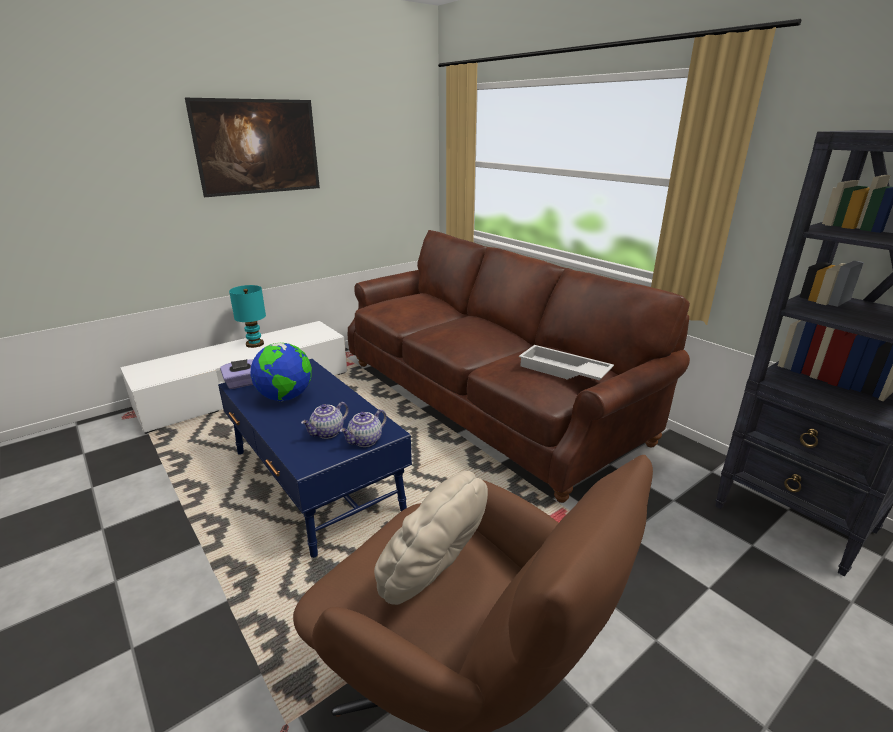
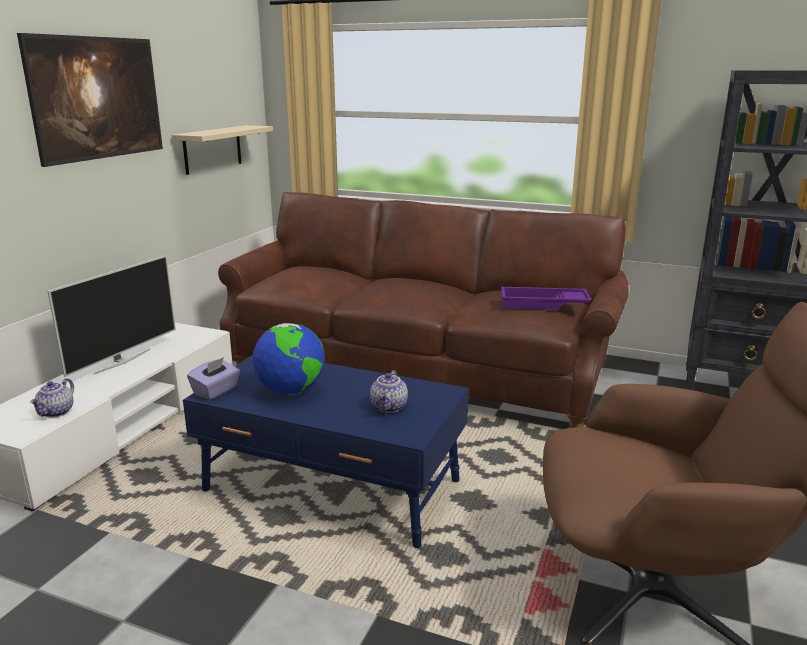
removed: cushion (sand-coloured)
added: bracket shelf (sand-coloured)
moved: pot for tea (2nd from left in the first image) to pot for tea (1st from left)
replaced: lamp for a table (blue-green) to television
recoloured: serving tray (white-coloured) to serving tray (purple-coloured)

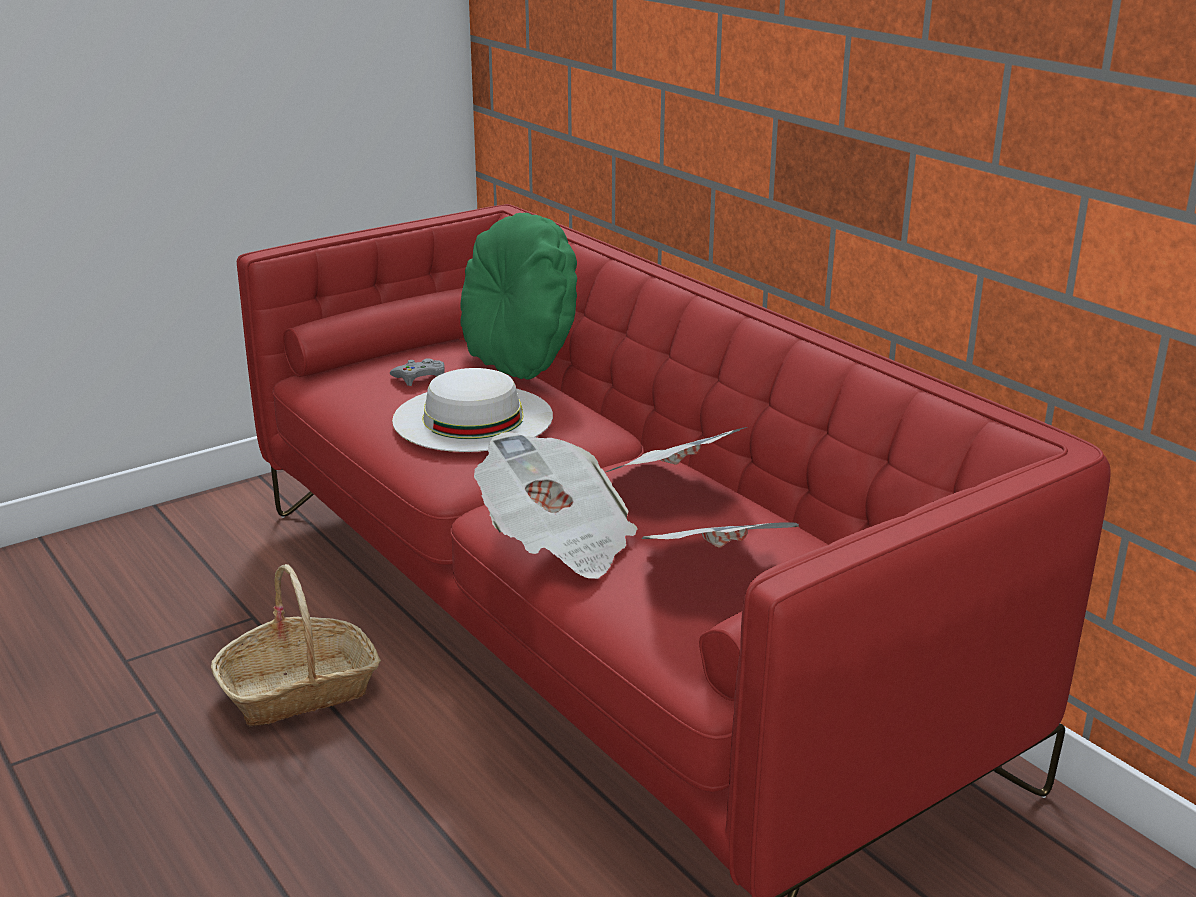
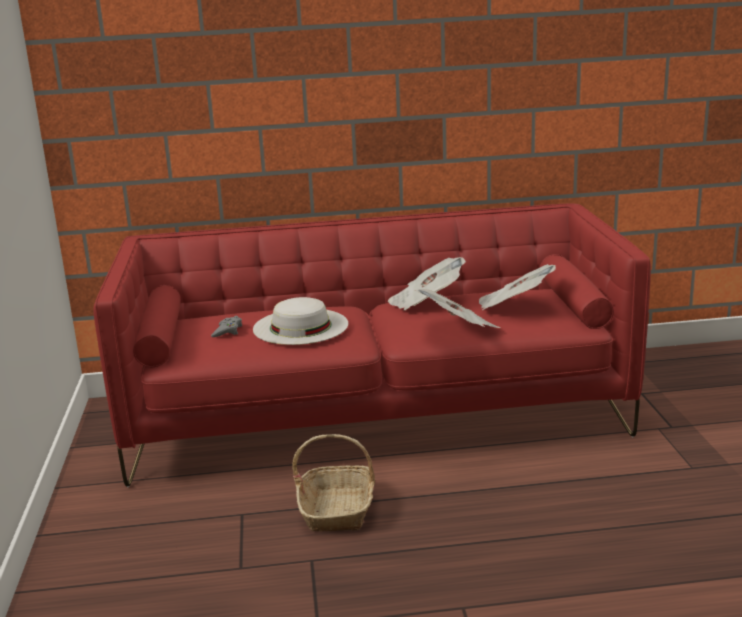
removed: cushion (green-coloured)

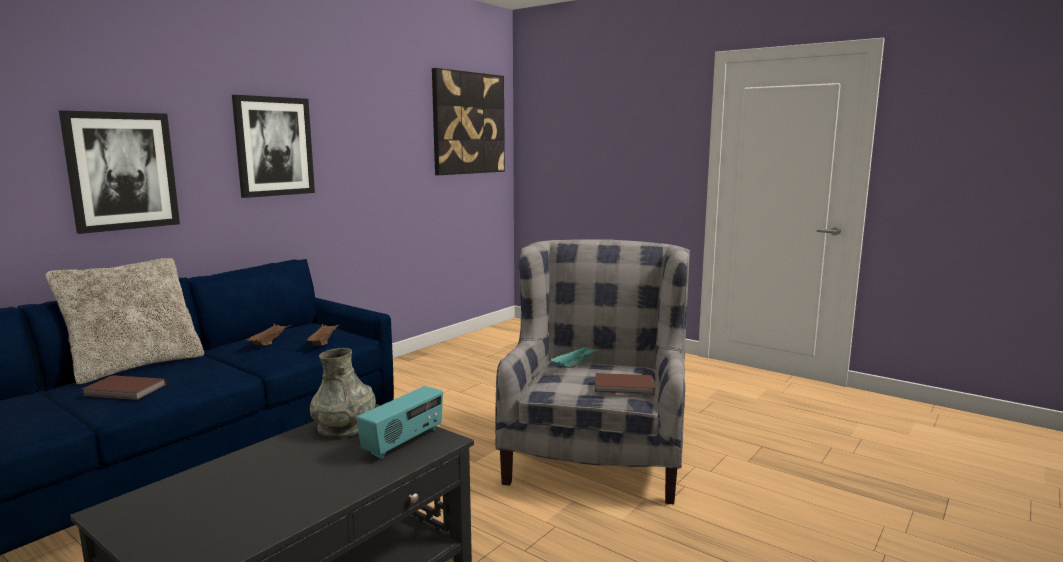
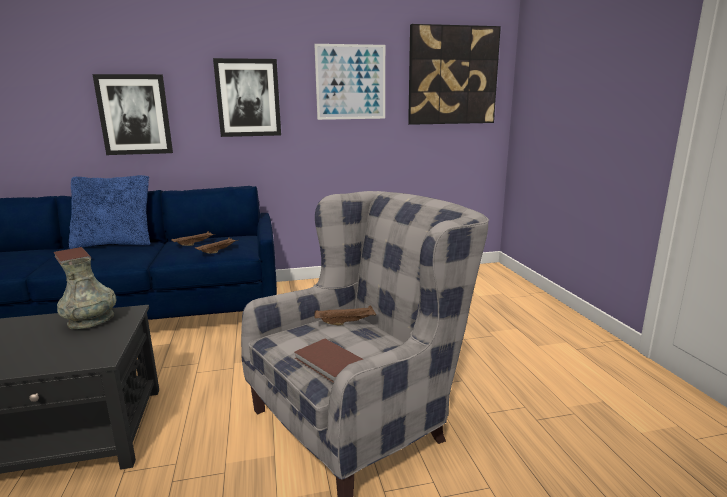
removed: radio set
added: wall picture (3rd from left)
recoloured: cushion (sand-coloured) to cushion (blue); serving tray (blue-green) to serving tray (brown-coloured) (3rd from left)

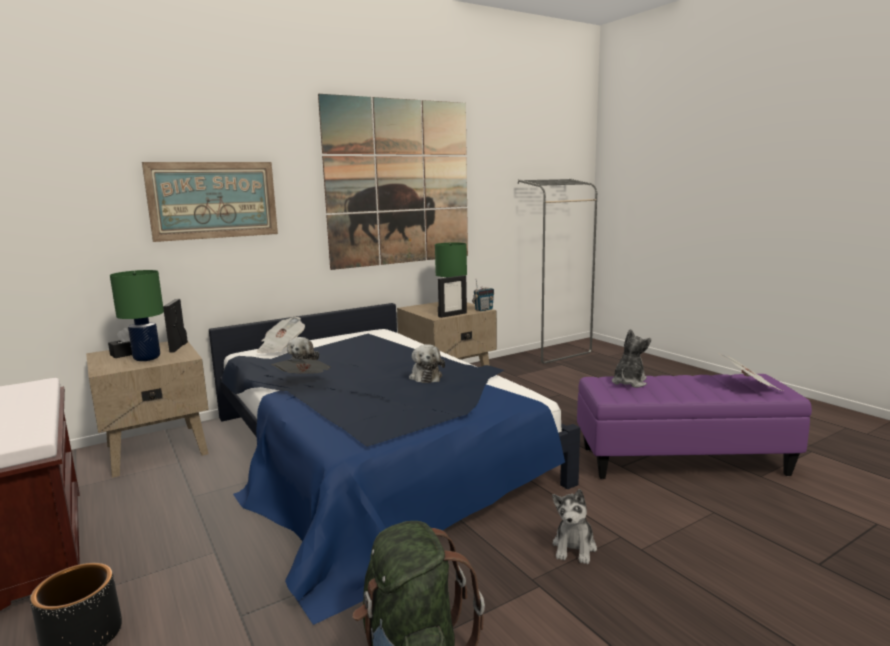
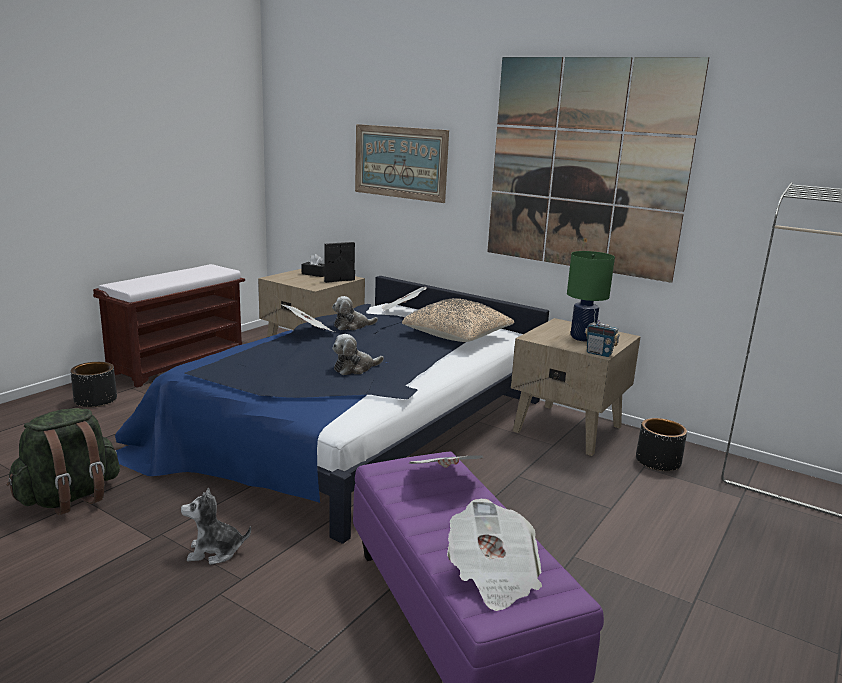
removed: lamp for a table (green-coloured) (1st from left); picture frame (2nd from left)
added: cushion (sand-coloured); plant pot (black) (2nd from left)
replaced: plush toy (4th from left) to printed paper (3rd from left)

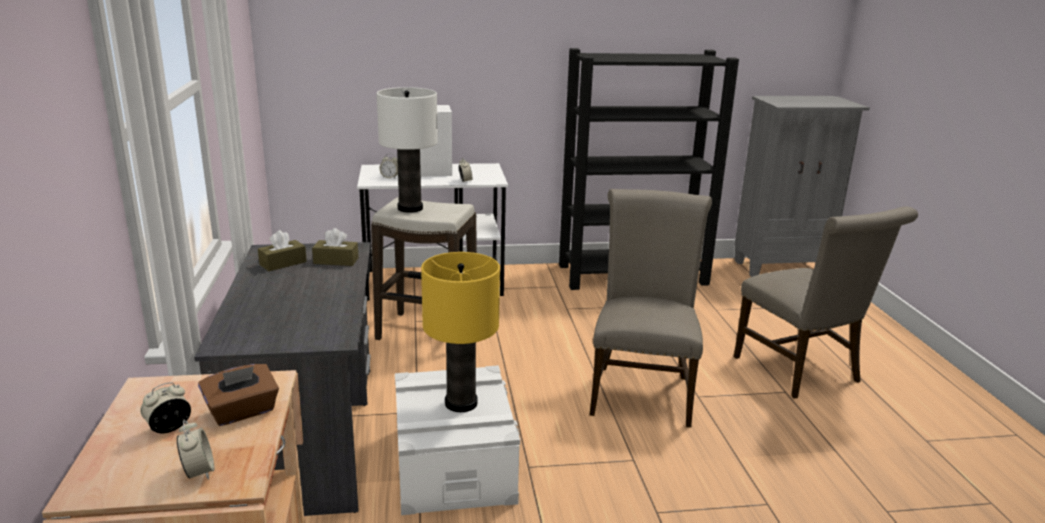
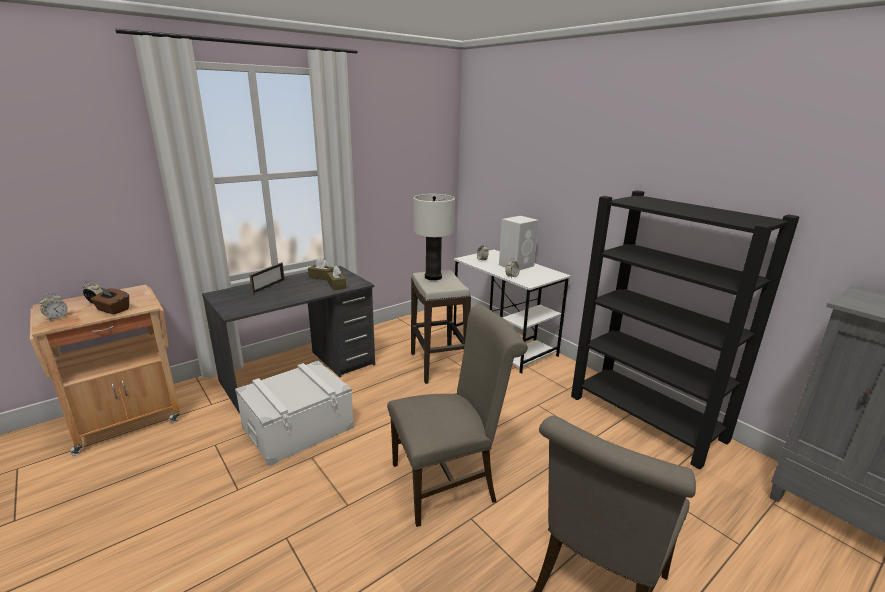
removed: lamp for a table (yellow)
added: picture frame

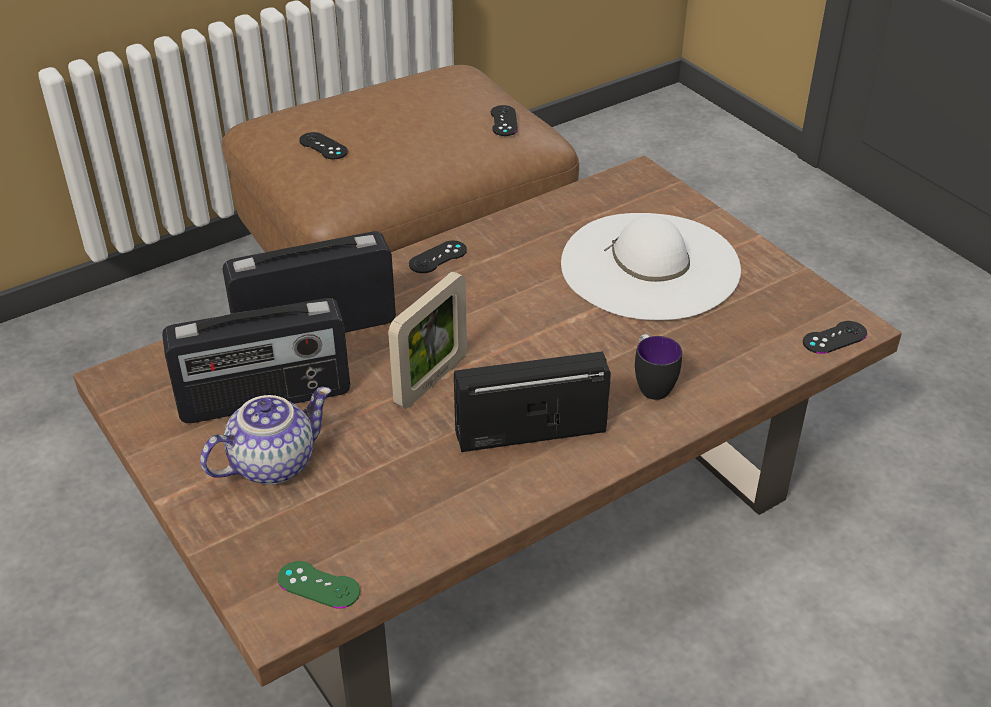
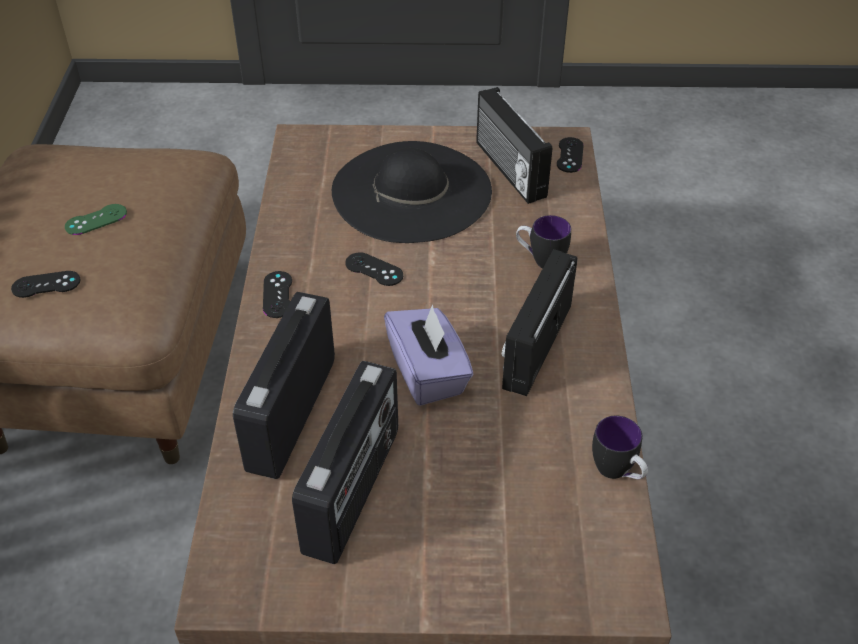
removed: pot for tea
added: radio set (3rd from left); mug (2nd from left)
moved: joypad (green-coloured); joypad (black) (3rd from left)
replaced: picture frame to tissue box (purple-coloured)
recoloured: wearable hat (white-coloured) to wearable hat (black)

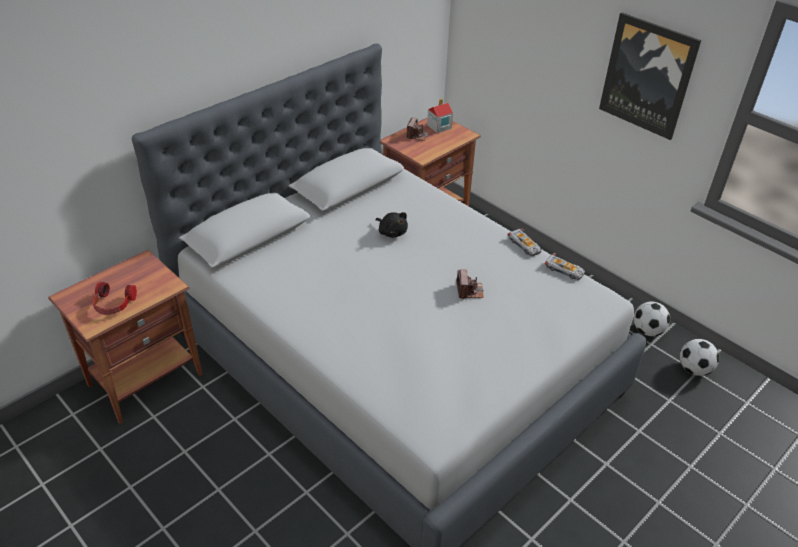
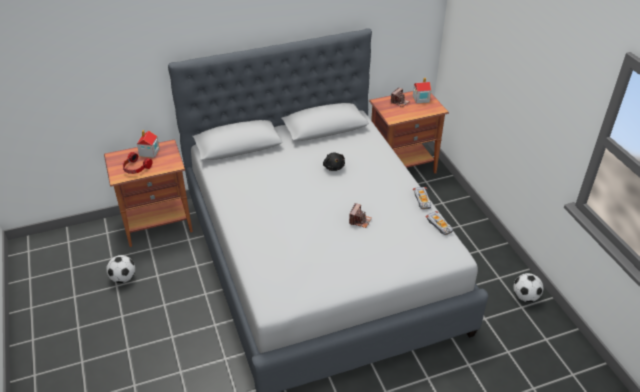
removed: wall picture
added: model house (1st from left)
moved: ball for football (2nd from left in the first image) to ball for football (1st from left)

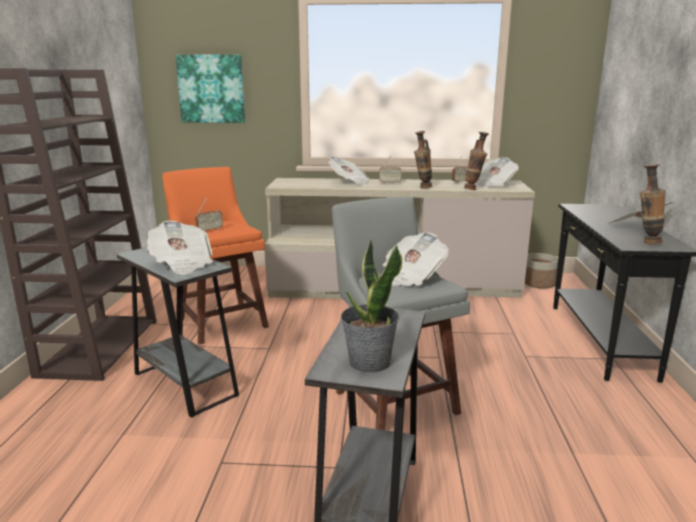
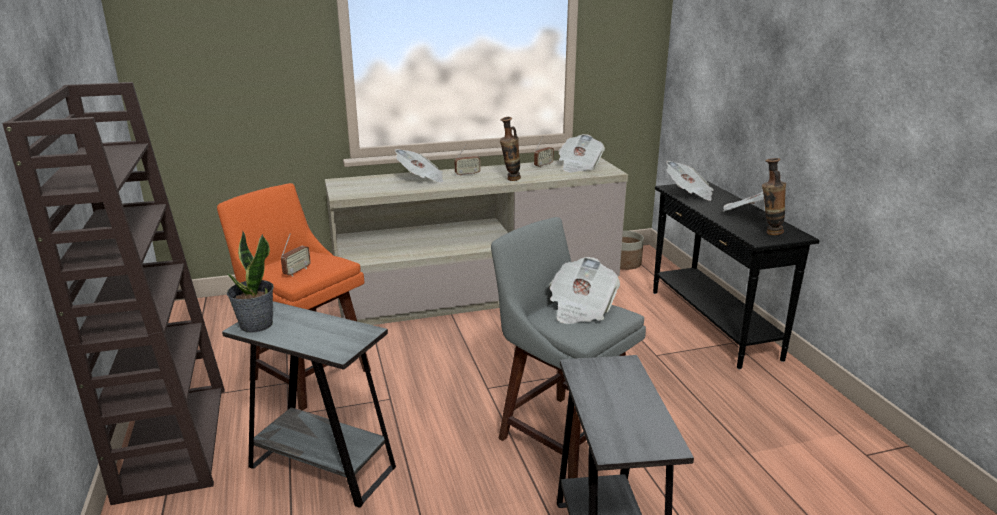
removed: wall picture; vase (2nd from left)
moved: houseplant; printed paper (1st from left in the first image) to printed paper (4th from left)

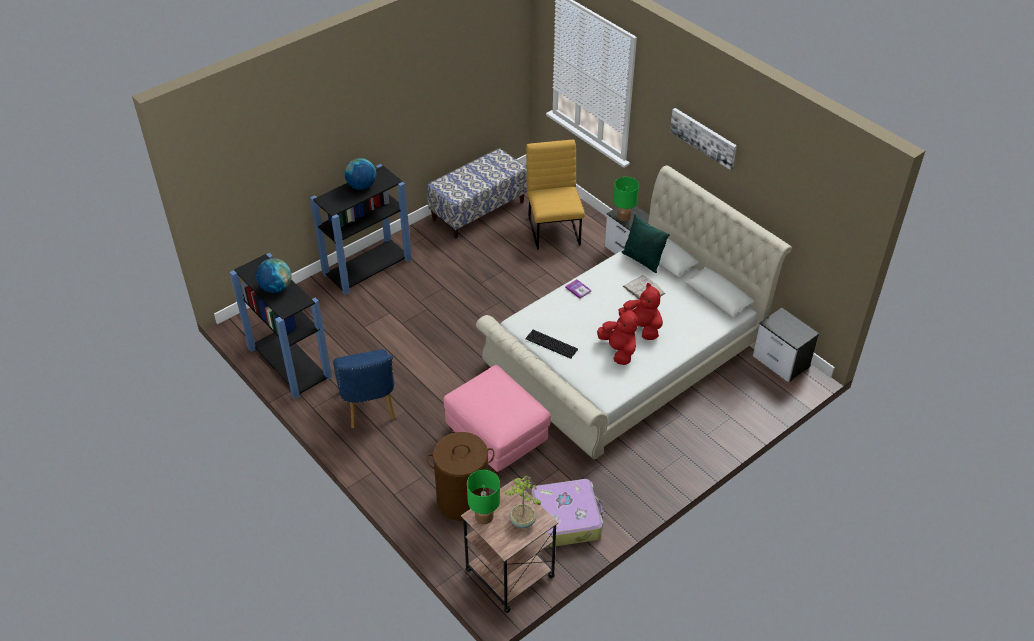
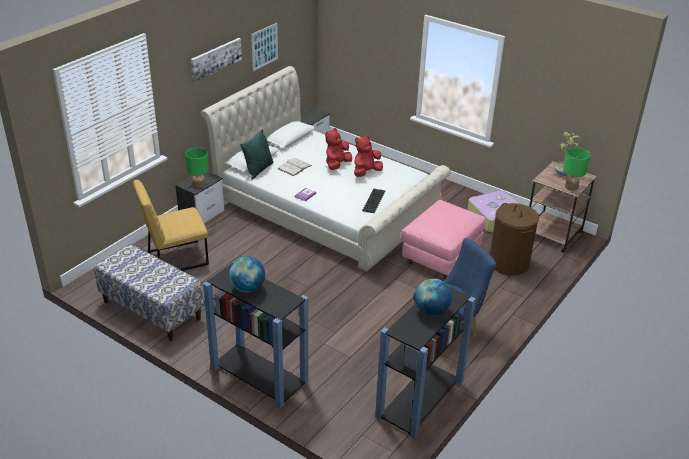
added: wall picture (2nd from left)

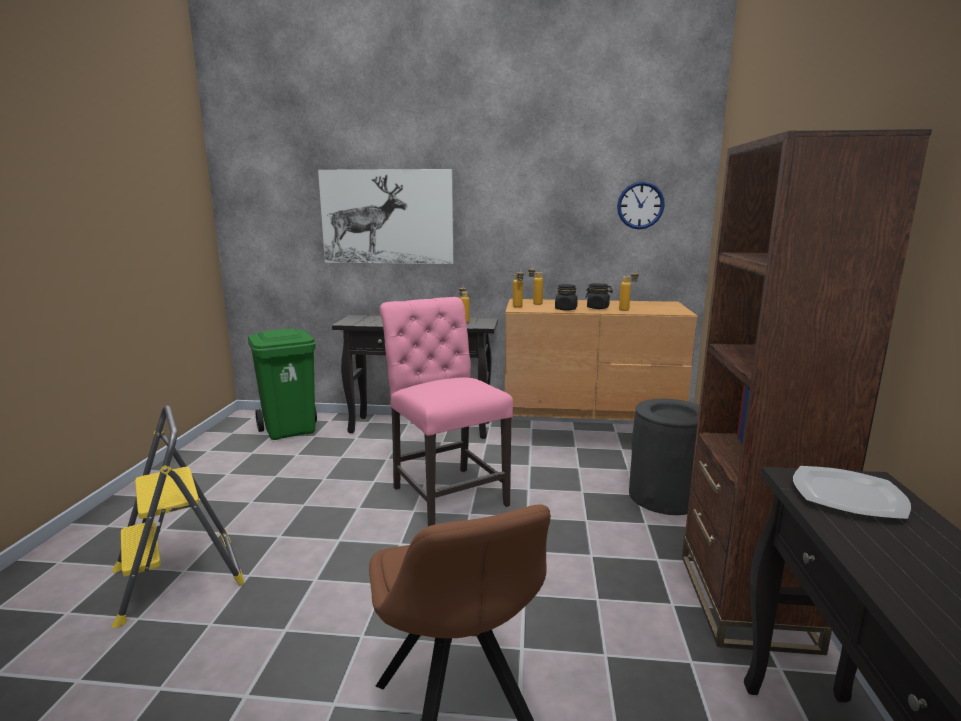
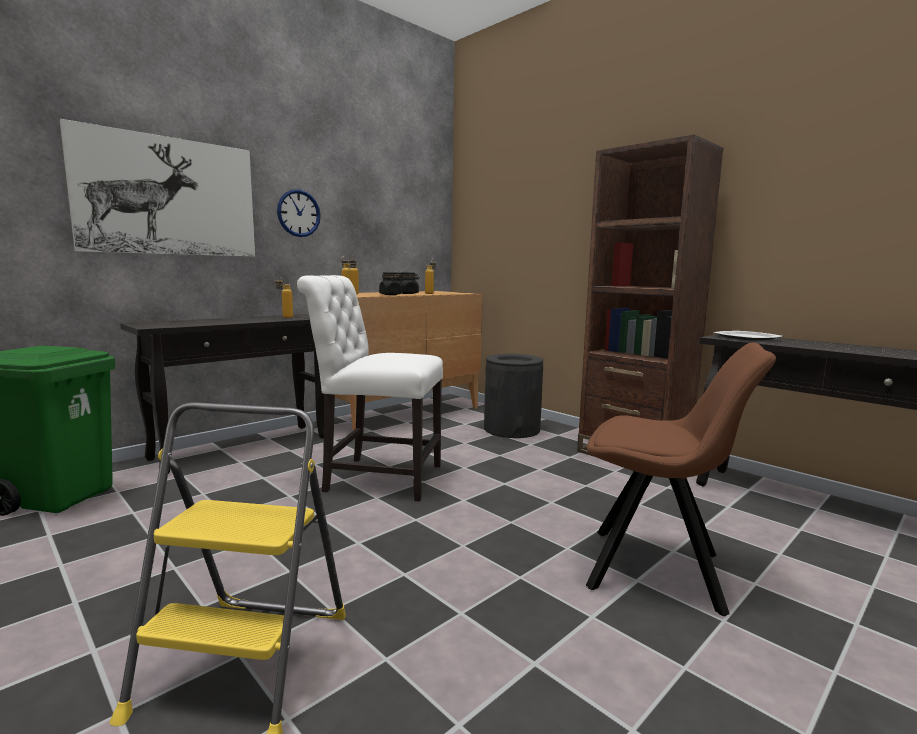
moved: hanging clock
recoloured: upright chair (pink-coloured) to upright chair (white-coloured)

